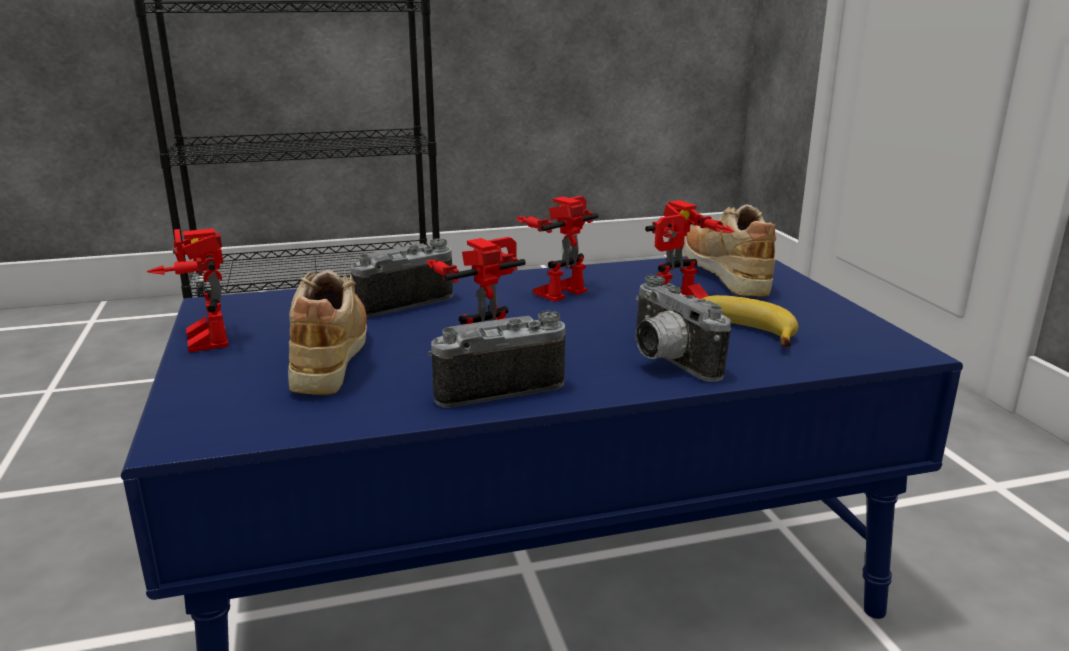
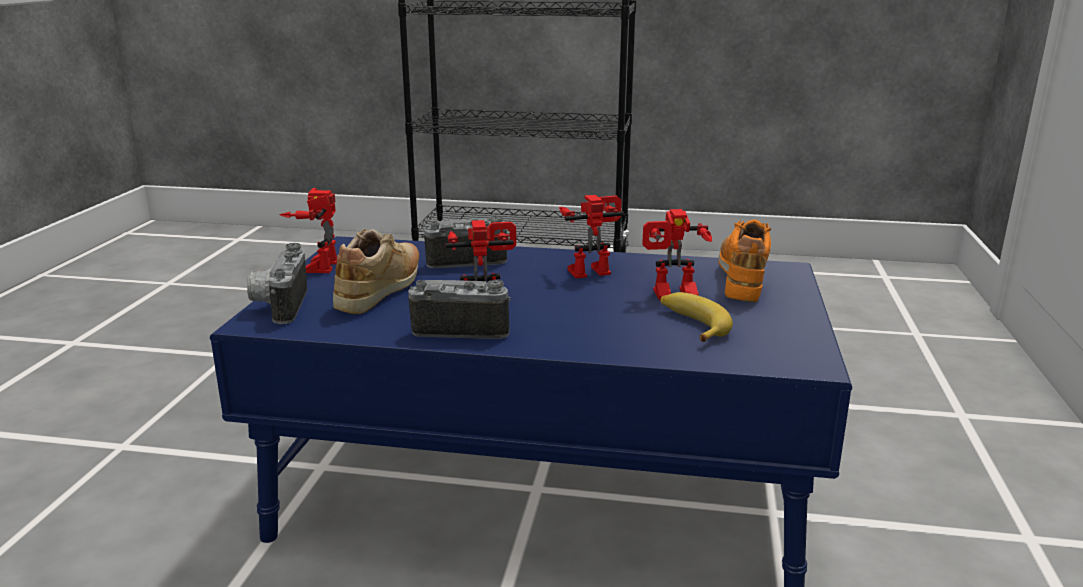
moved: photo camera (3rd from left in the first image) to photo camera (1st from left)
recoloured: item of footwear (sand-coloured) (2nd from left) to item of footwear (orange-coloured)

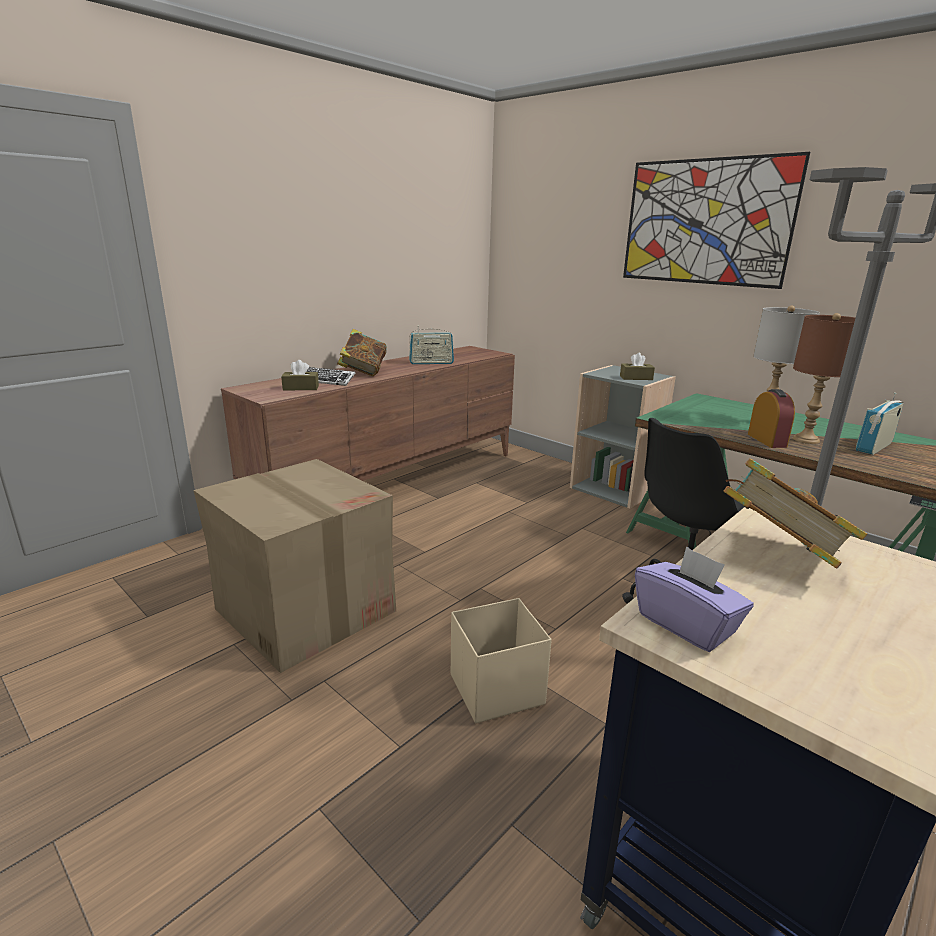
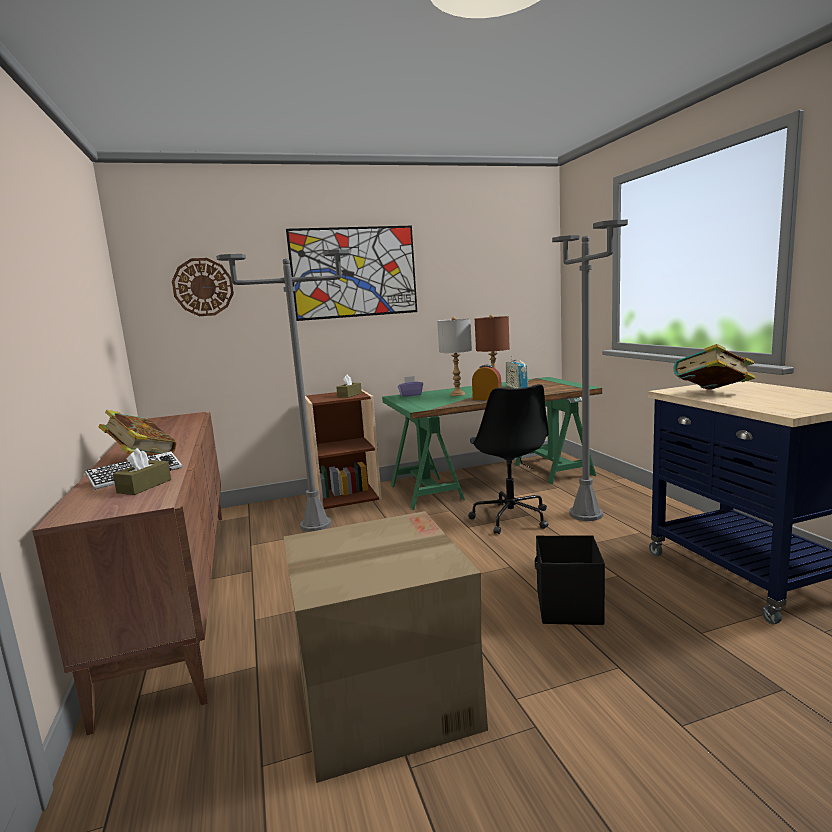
removed: radio set (1st from left)
added: hanging clock; standard lamp (grey) (1st from left)
moved: tissue box (purple-coloured)
recoloured: bookshelf (grey) to bookshelf (brown-coloured); storage container (sand-coloured) to storage container (black)

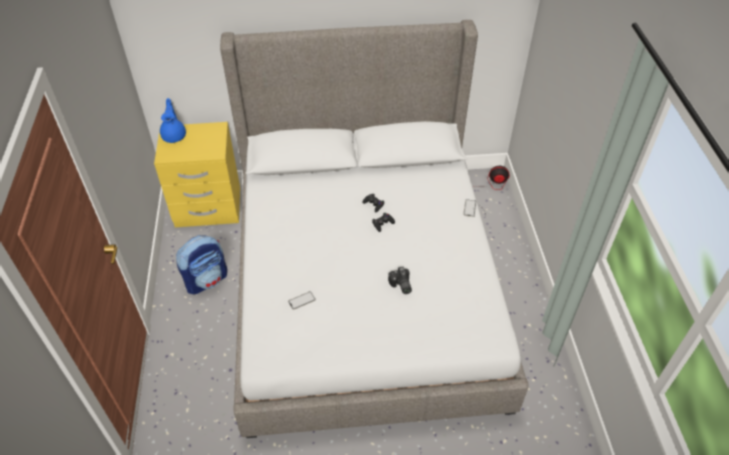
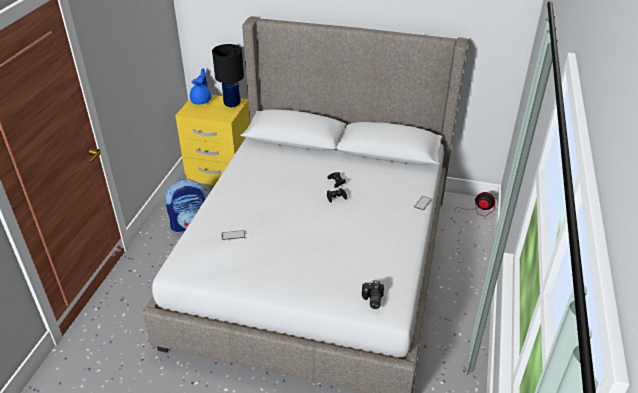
added: lamp for a table (black)
moved: photo camera

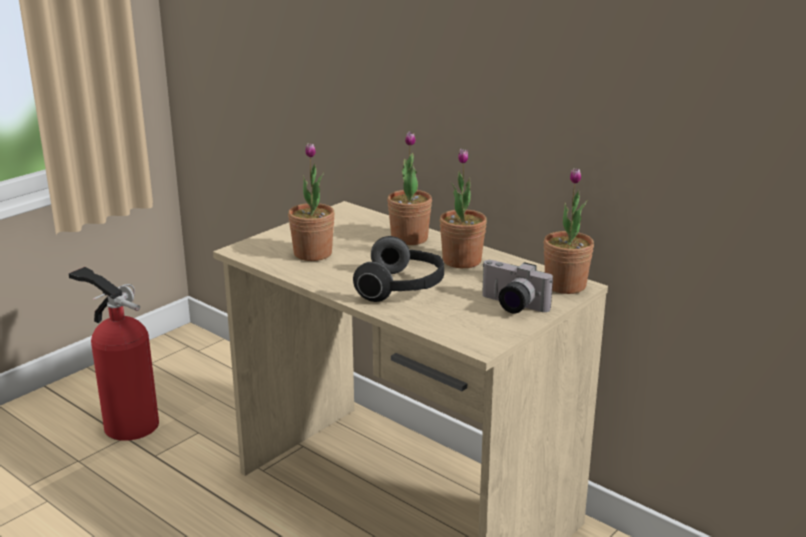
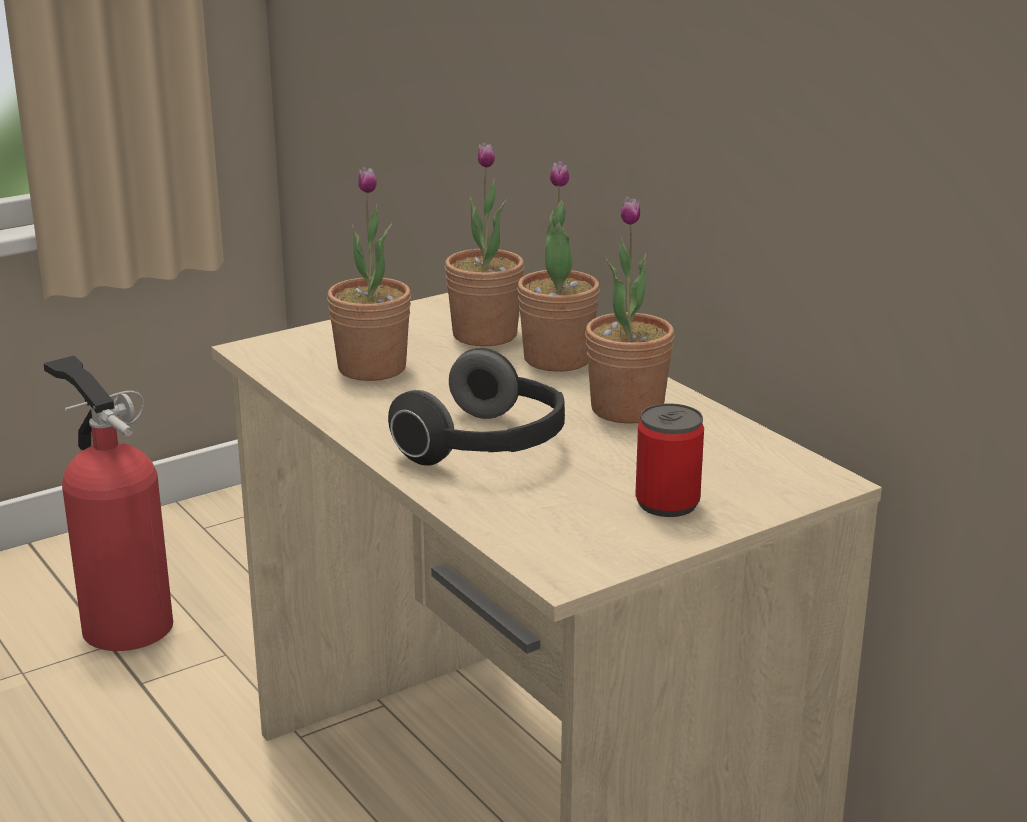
moved: houseplant (4th from left in the first image) to houseplant (2nd from left)
replaced: photo camera to can

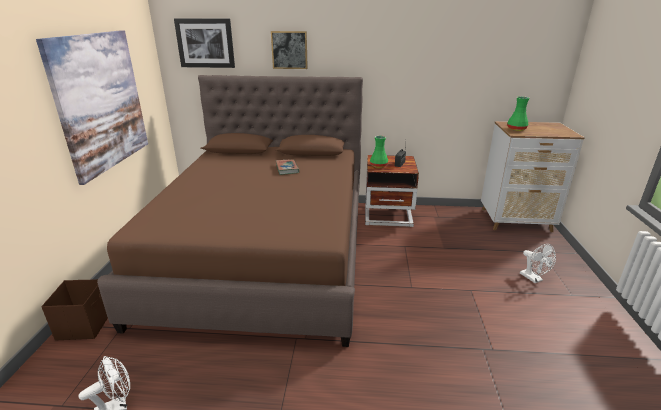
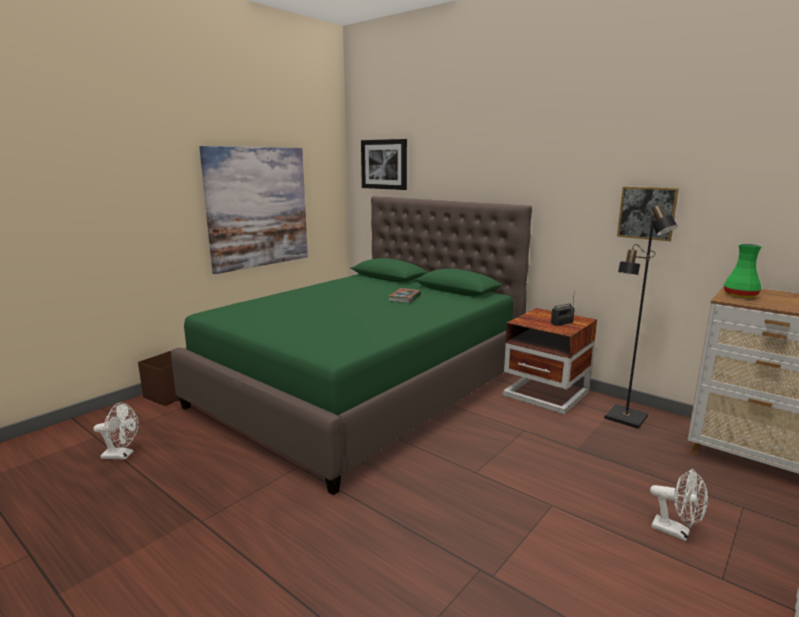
removed: vase (green-coloured) (1st from left)
added: standard lamp (black)
moved: wall picture (3rd from left)
recoloured: bedroom bed (brown-coloured) to bedroom bed (green-coloured)
turned: electric fan (white-coloured) (2nd from left) 60 degrees counterclockwise

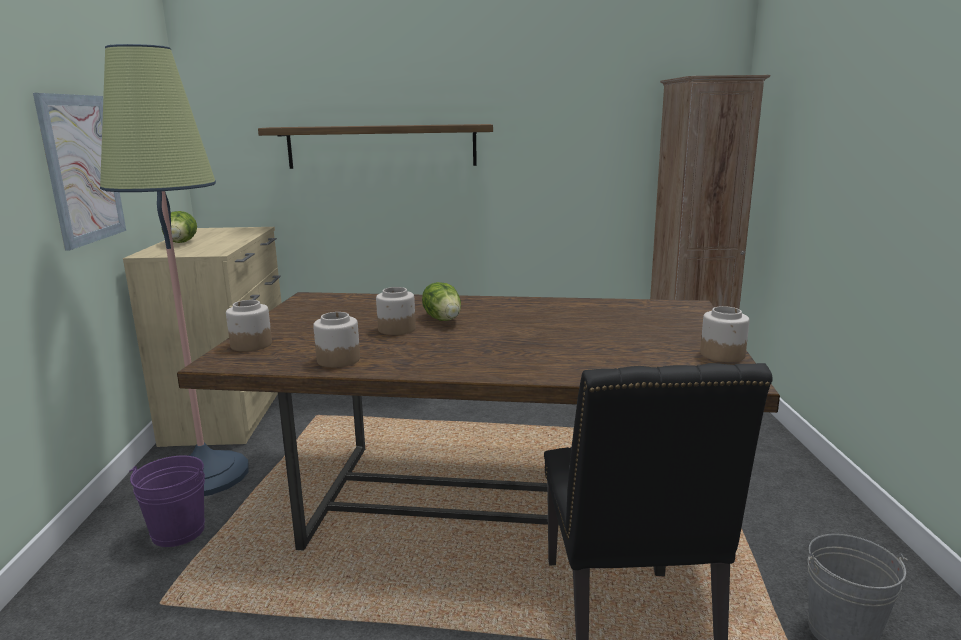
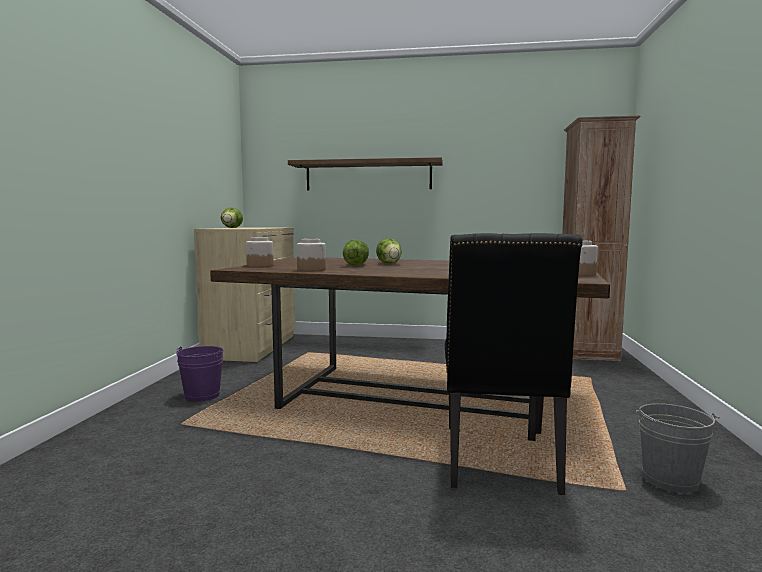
removed: wall picture; standard lamp
replaced: preserve jar (3rd from left) to lettuce (2nd from left)

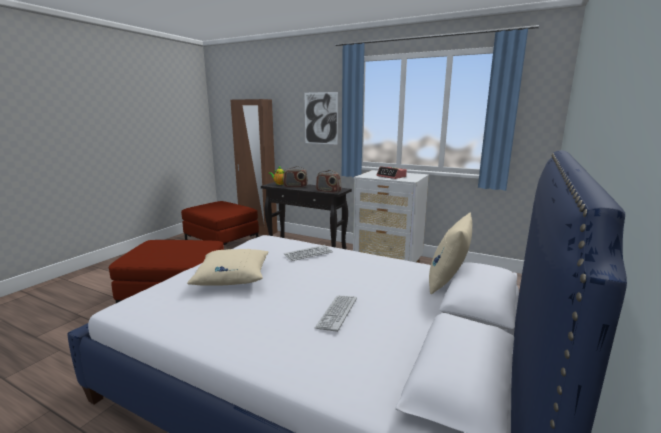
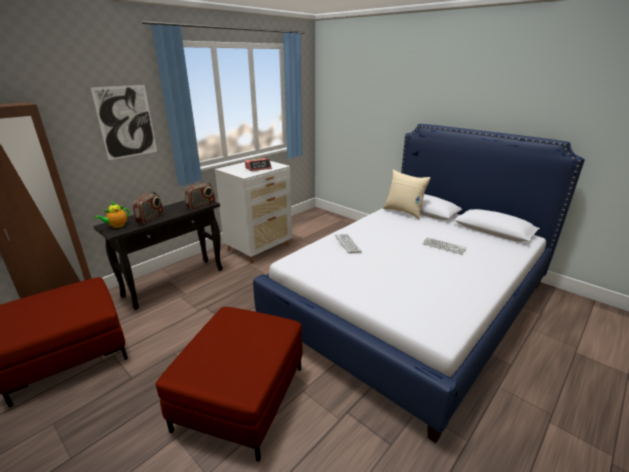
removed: cushion (sand-coloured) (1st from left)

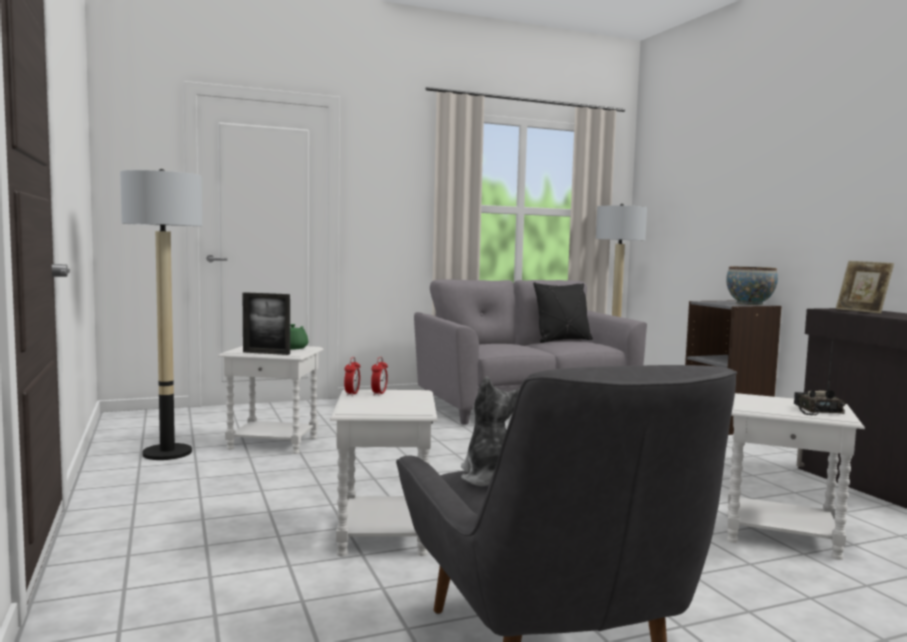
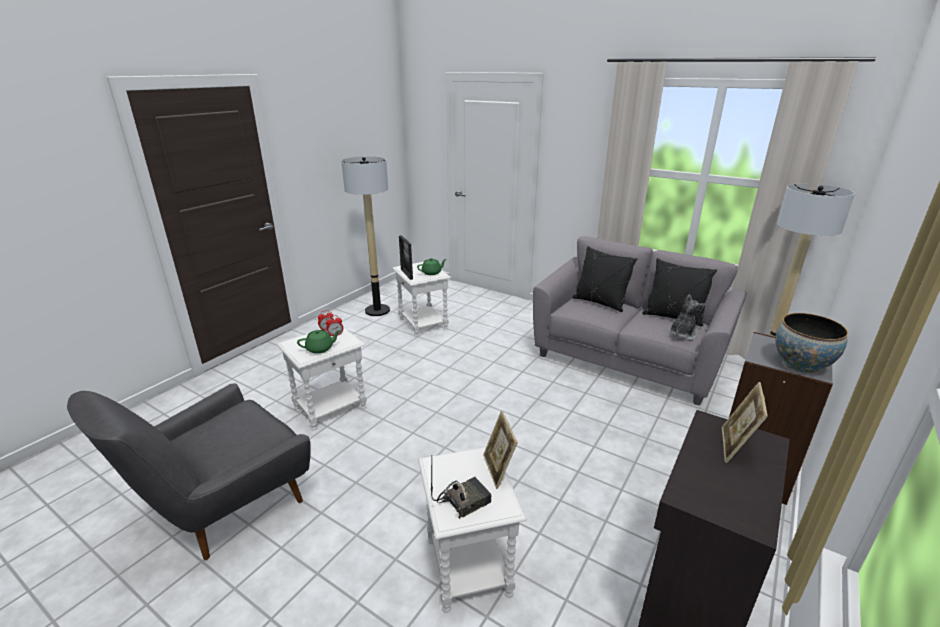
added: pot for tea (green-coloured) (1st from left); picture frame (2nd from left); cushion (black) (1st from left)
moved: plush toy

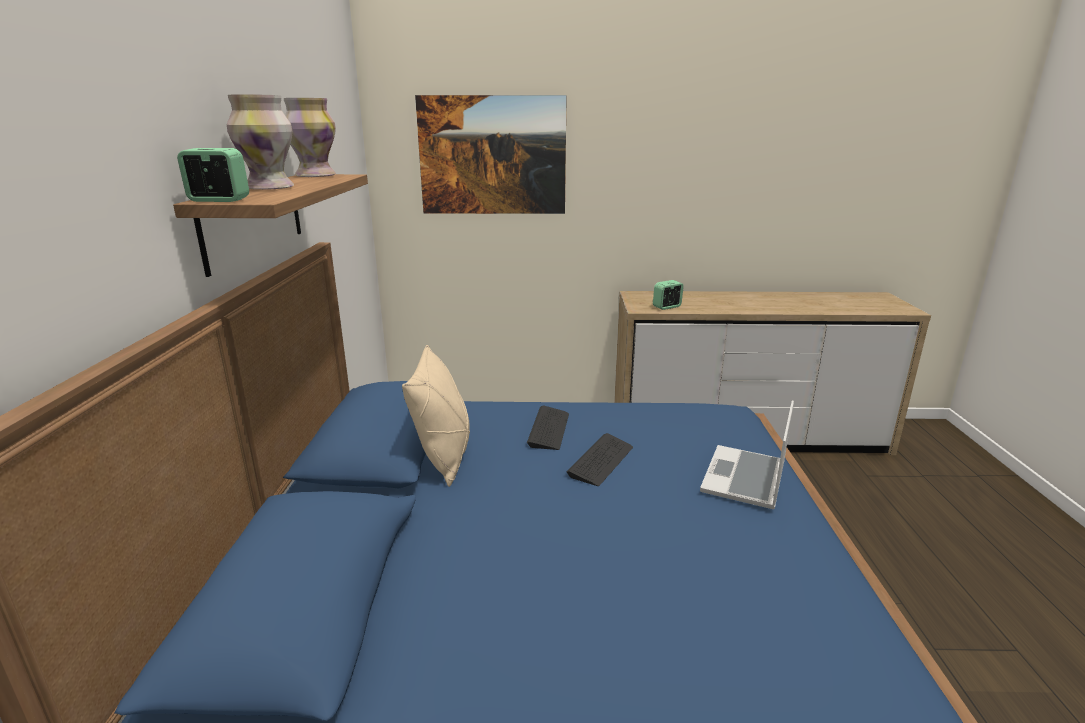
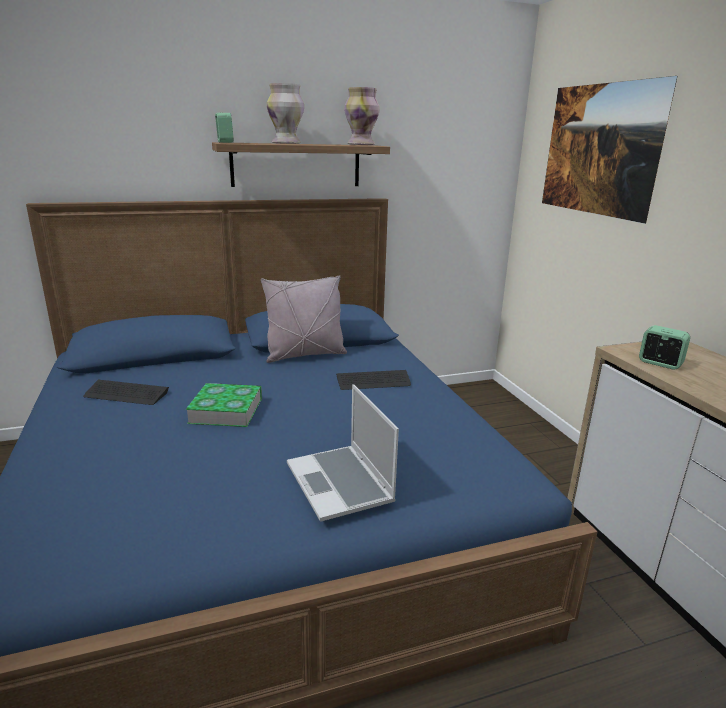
added: volume
moved: keyboard (2nd from left in the first image) to keyboard (1st from left)
recoloured: cushion (sand-coloured) to cushion (purple-coloured)
turned: notebook computer 120 degrees counterclockwise

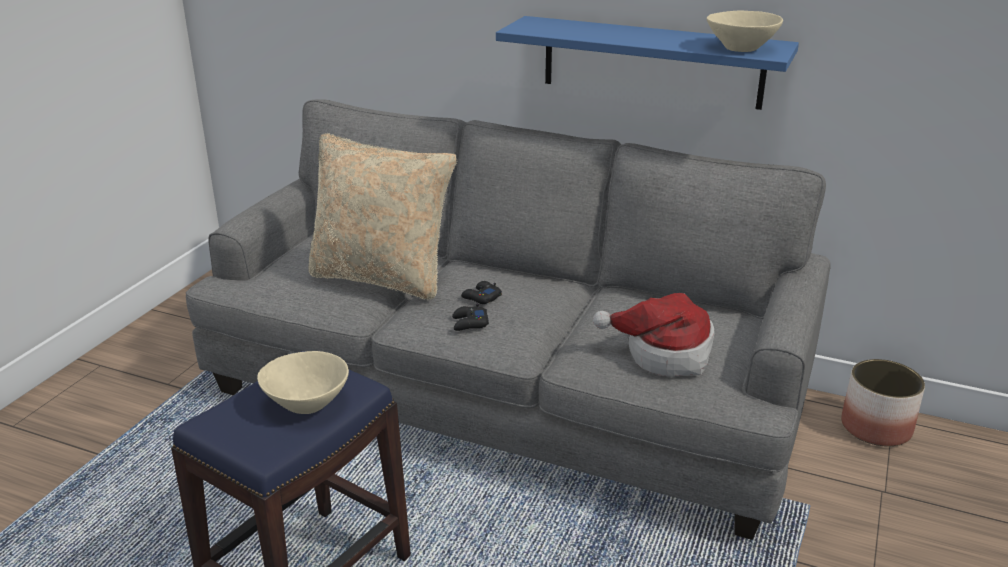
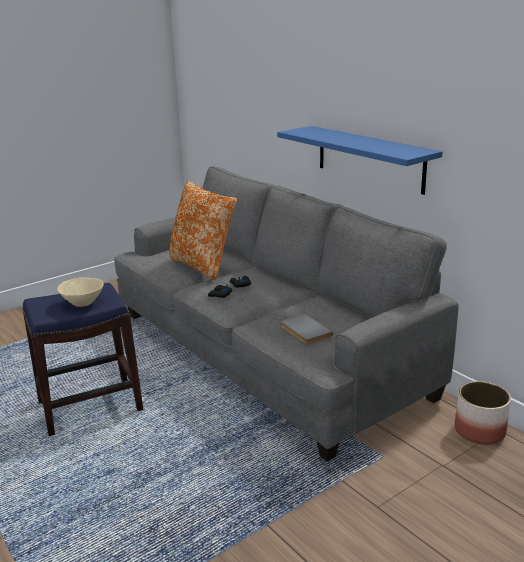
removed: serving bowl (sand-coloured) (2nd from left)
replaced: wearable hat to volume (grey)
recoloured: cushion (sand-coloured) to cushion (orange-coloured)

